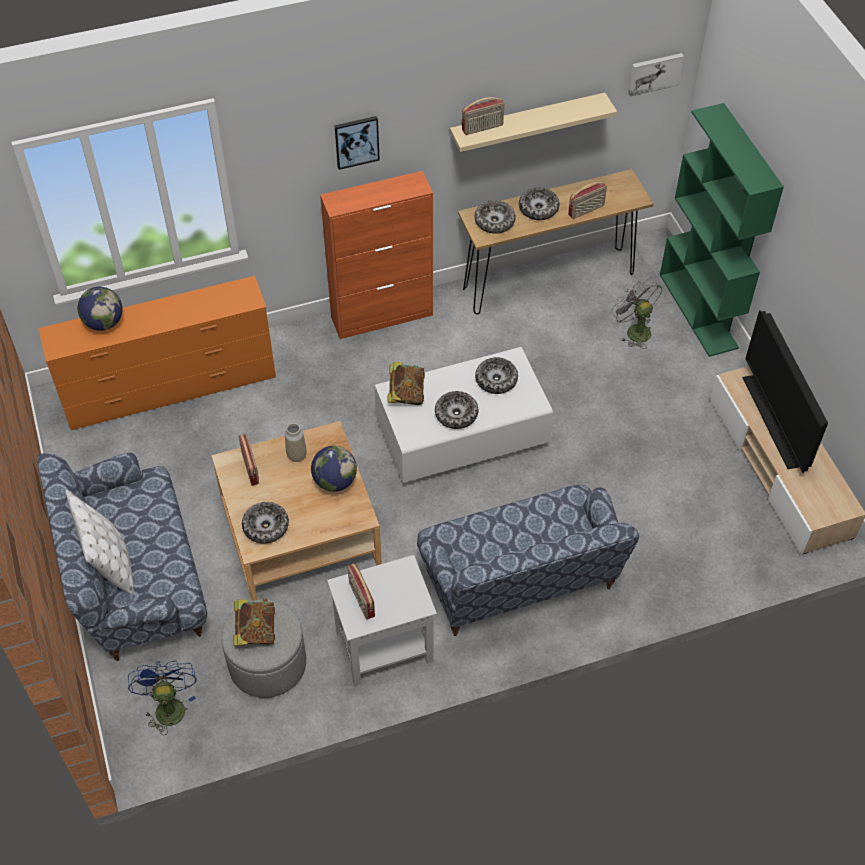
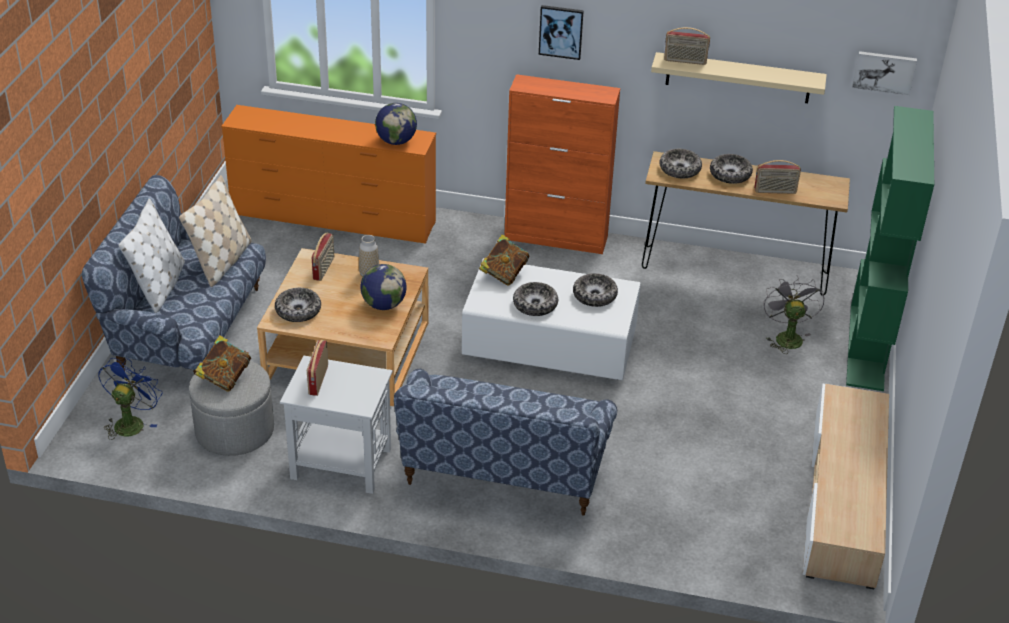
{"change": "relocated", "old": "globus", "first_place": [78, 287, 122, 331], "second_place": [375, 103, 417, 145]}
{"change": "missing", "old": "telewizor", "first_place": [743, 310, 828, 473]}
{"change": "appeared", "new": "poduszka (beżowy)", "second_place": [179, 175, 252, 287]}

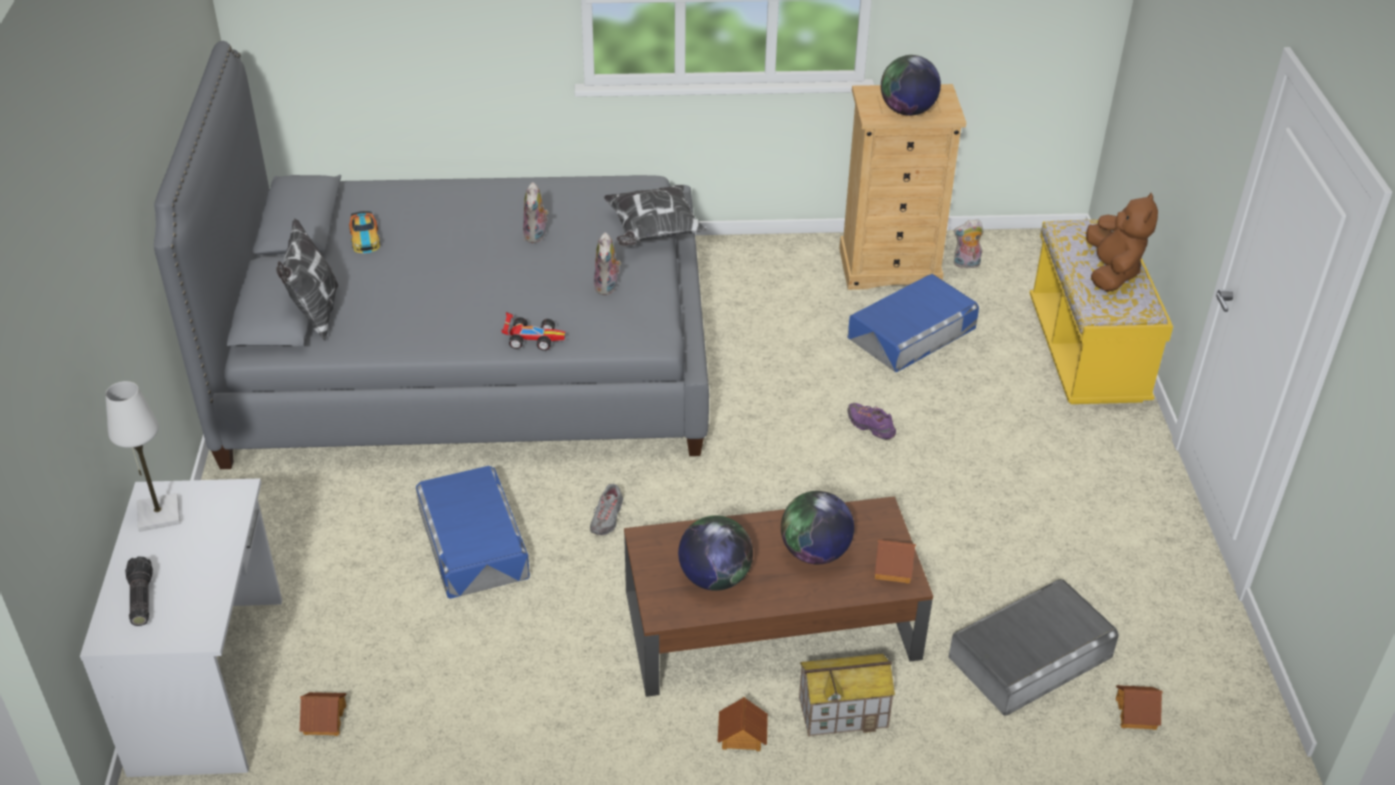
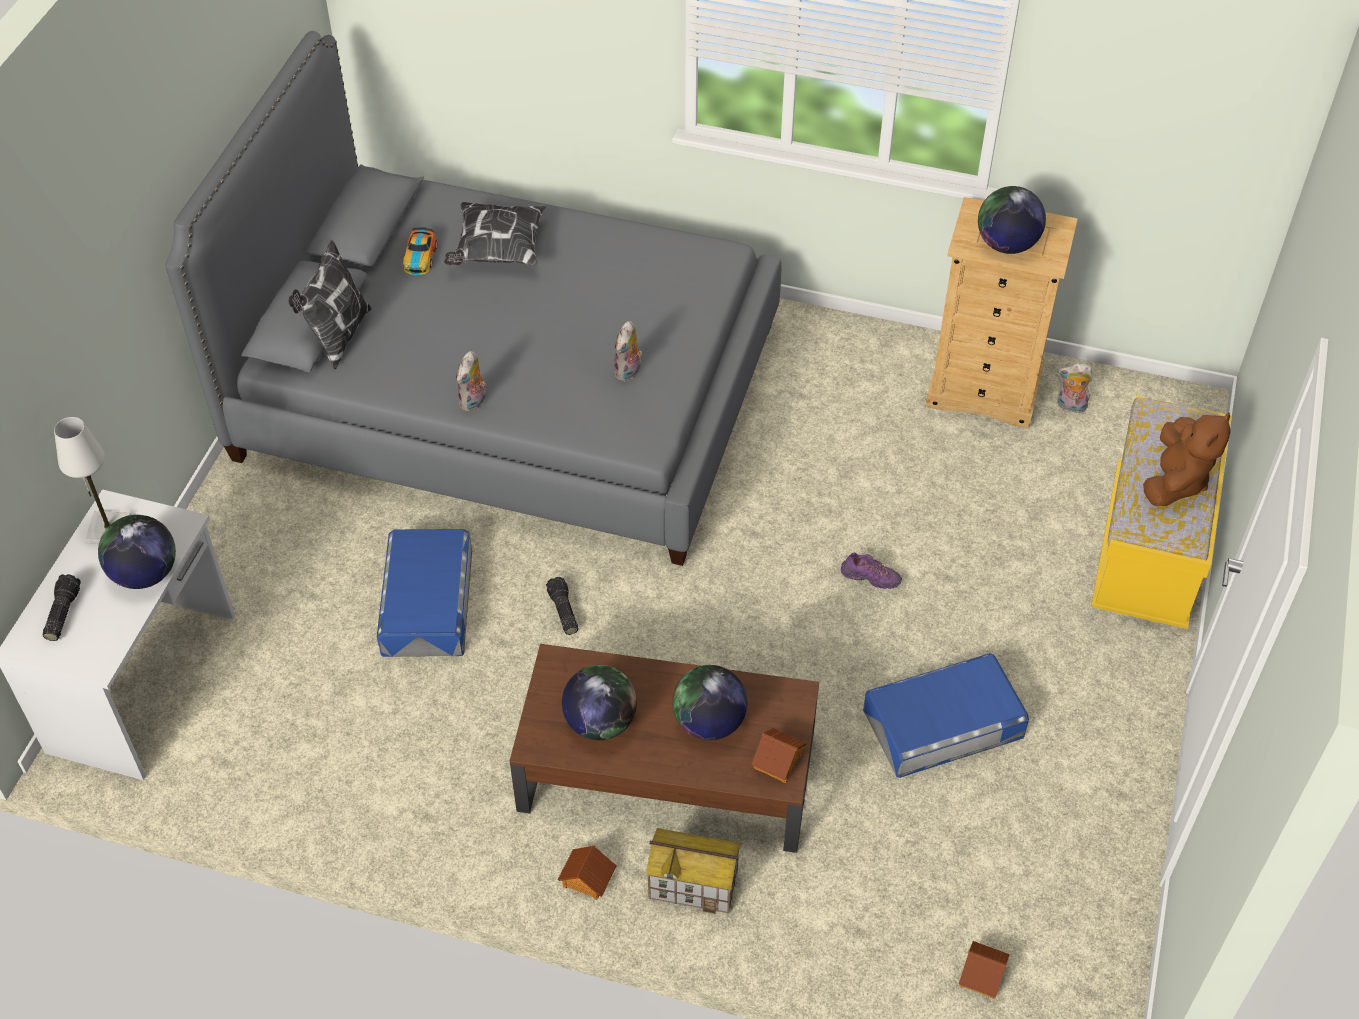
{"change": "missing", "old": "domek", "first_place": [300, 692, 346, 736]}
{"change": "missing", "old": "samochodzik", "first_place": [501, 312, 566, 351]}
{"change": "relocated", "old": "pluszak", "first_place": [523, 182, 549, 243], "second_place": [456, 351, 486, 412]}
{"change": "exchanged", "old": "but (szary)", "new": "latarka", "first_place": [590, 484, 623, 535], "second_place": [546, 577, 578, 635]}
{"change": "relocated", "old": "poduszka", "first_place": [604, 185, 707, 246], "second_place": [444, 202, 546, 265]}
{"change": "spun", "old": "but (fioletowy)", "first_place": [847, 403, 896, 440], "second_place": [841, 552, 902, 589], "degrees": 135}
{"change": "relocated", "old": "pojemnik do przechowywania (niebieski)", "first_place": [848, 274, 979, 372], "second_place": [863, 653, 1029, 778]}
{"change": "missing", "old": "pojemnik do przechowywania (szary)", "first_place": [949, 579, 1119, 716]}
{"change": "appeared", "new": "globus", "second_place": [98, 515, 176, 589]}

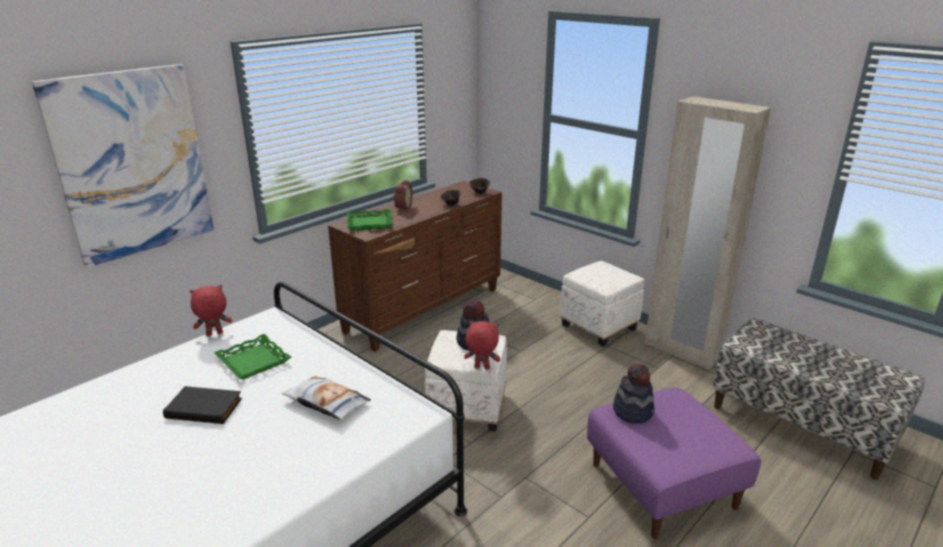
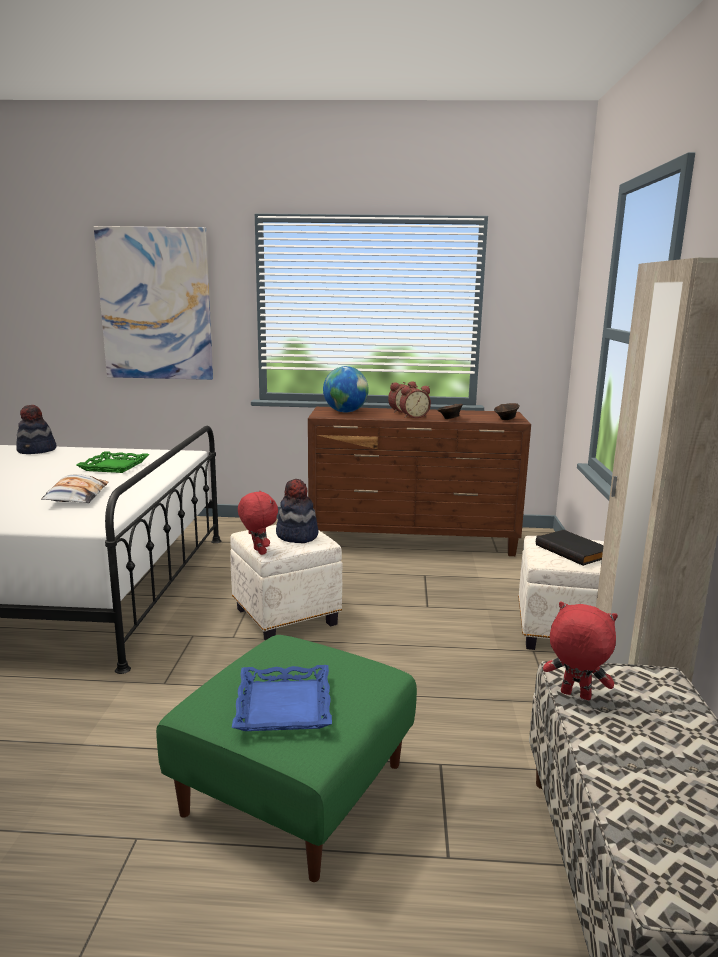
{"change": "relocated", "old": "książka (czarny)", "first_place": [163, 386, 242, 424], "second_place": [536, 530, 604, 566]}
{"change": "relocated", "old": "pluszak (czerwony)", "first_place": [190, 285, 232, 336], "second_place": [543, 602, 618, 700]}
{"change": "exchanged", "old": "taca (zielony)", "new": "globus", "first_place": [347, 209, 393, 231], "second_place": [323, 366, 369, 413]}
{"change": "colour", "old": "pufa (fioletowy)", "new": "pufa (zielony)", "first_place": [587, 387, 761, 539], "second_place": [156, 635, 417, 882]}
{"change": "relocated", "old": "kapelusz", "first_place": [613, 363, 654, 423], "second_place": [16, 405, 57, 454]}
{"change": "appeared", "new": "taca (niebieski)", "second_place": [232, 665, 332, 731]}
{"change": "appeared", "new": "budzik", "second_place": [400, 386, 431, 418]}

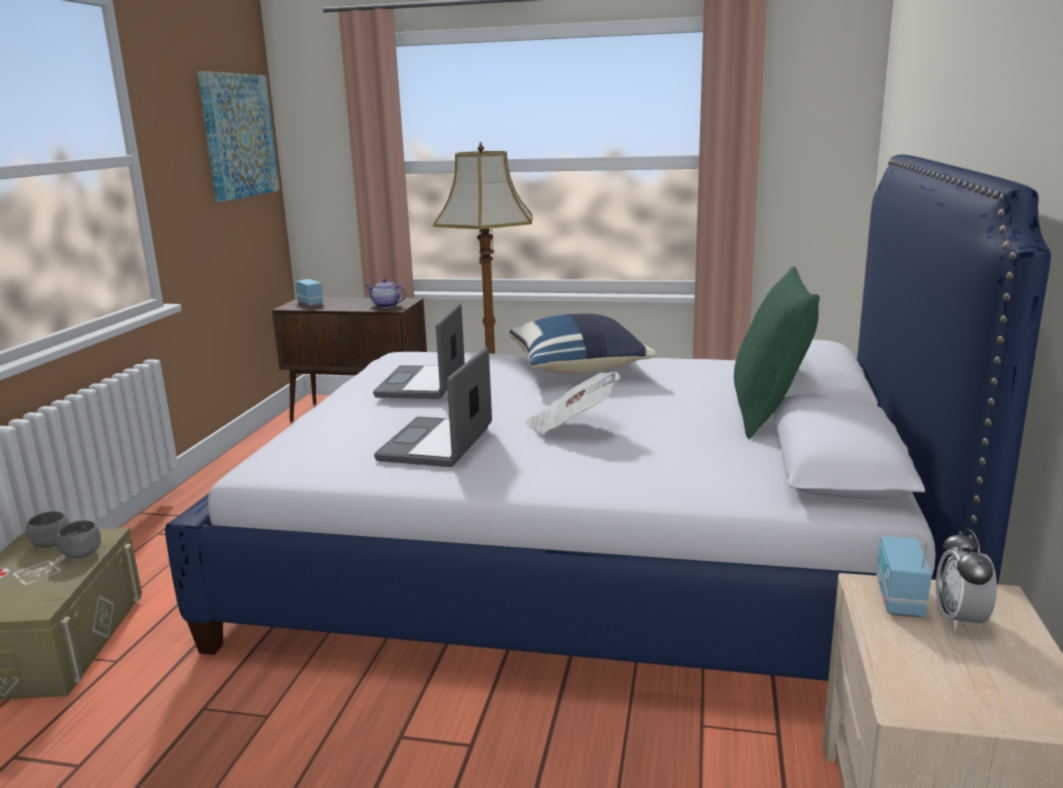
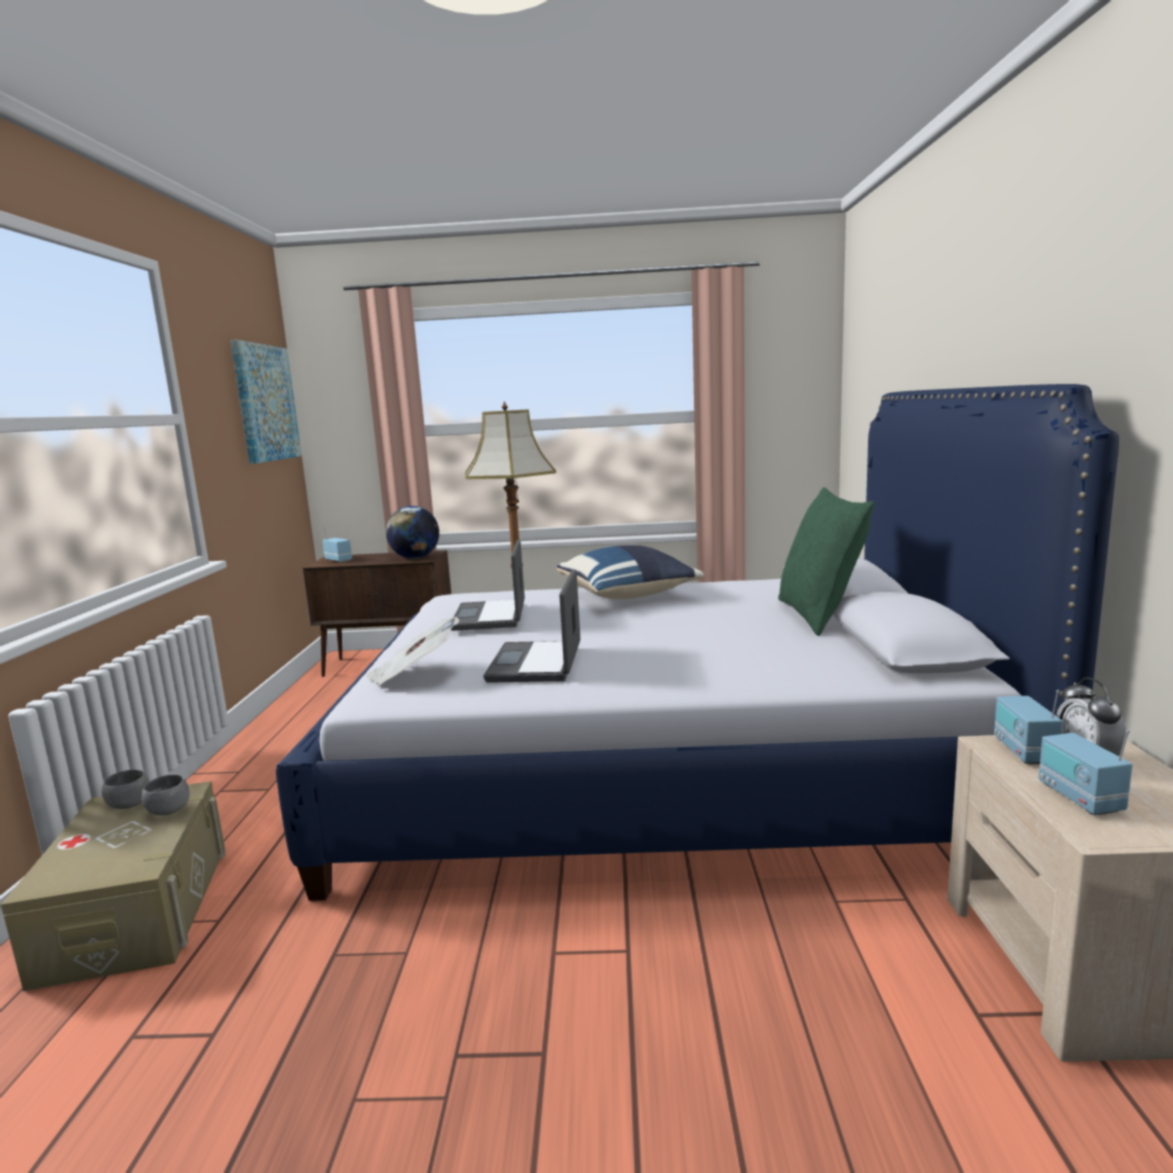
{"change": "exchanged", "old": "imbryk", "new": "globus", "first_place": [365, 279, 406, 308], "second_place": [386, 506, 439, 559]}
{"change": "relocated", "old": "gazeta", "first_place": [525, 372, 620, 434], "second_place": [367, 617, 459, 686]}
{"change": "appeared", "new": "radio", "second_place": [1039, 729, 1132, 815]}

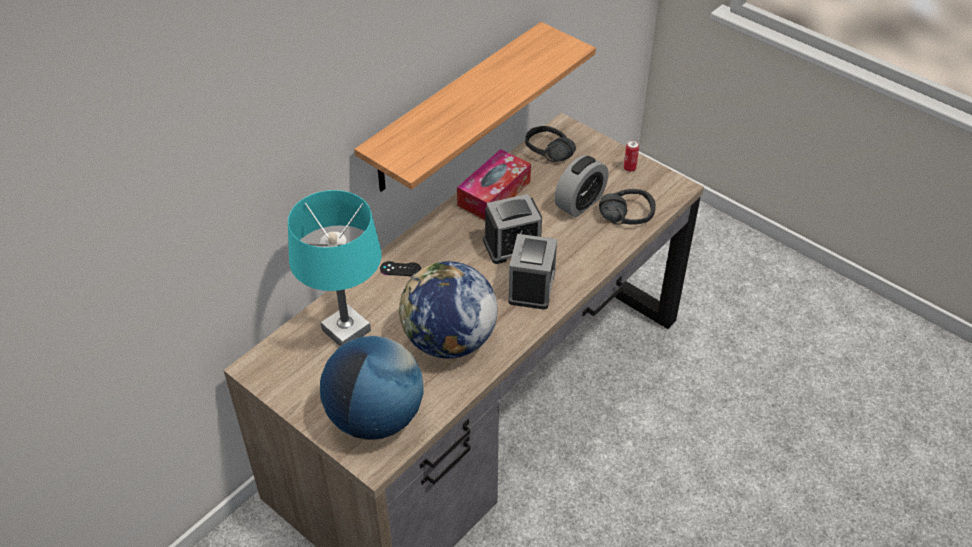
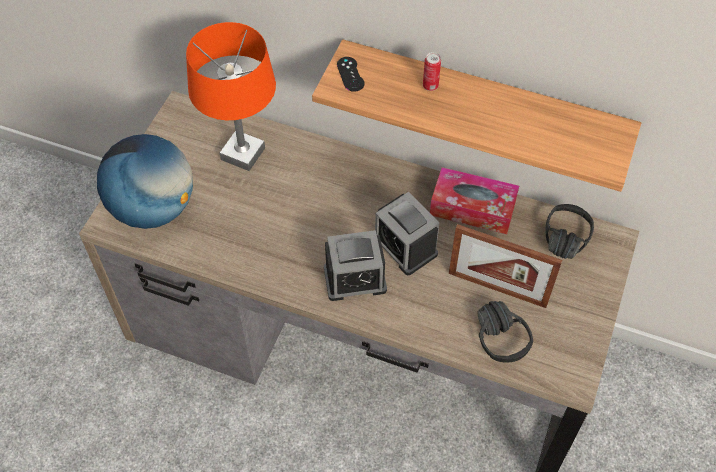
{"change": "colour", "old": "lampa stołowa (turkusowy)", "new": "lampa stołowa (pomarańczowy)", "first_place": [288, 190, 382, 347], "second_place": [186, 22, 276, 171]}
{"change": "relocated", "old": "pad do gier (czarny)", "first_place": [380, 261, 421, 276], "second_place": [337, 57, 365, 92]}
{"change": "missing", "old": "globus", "first_place": [399, 261, 498, 359]}
{"change": "exchanged", "old": "budzik", "new": "ramka na zdjęcie", "first_place": [554, 155, 608, 218], "second_place": [449, 224, 562, 308]}
{"change": "relocated", "old": "puszka", "first_place": [624, 140, 639, 172], "second_place": [423, 52, 441, 91]}

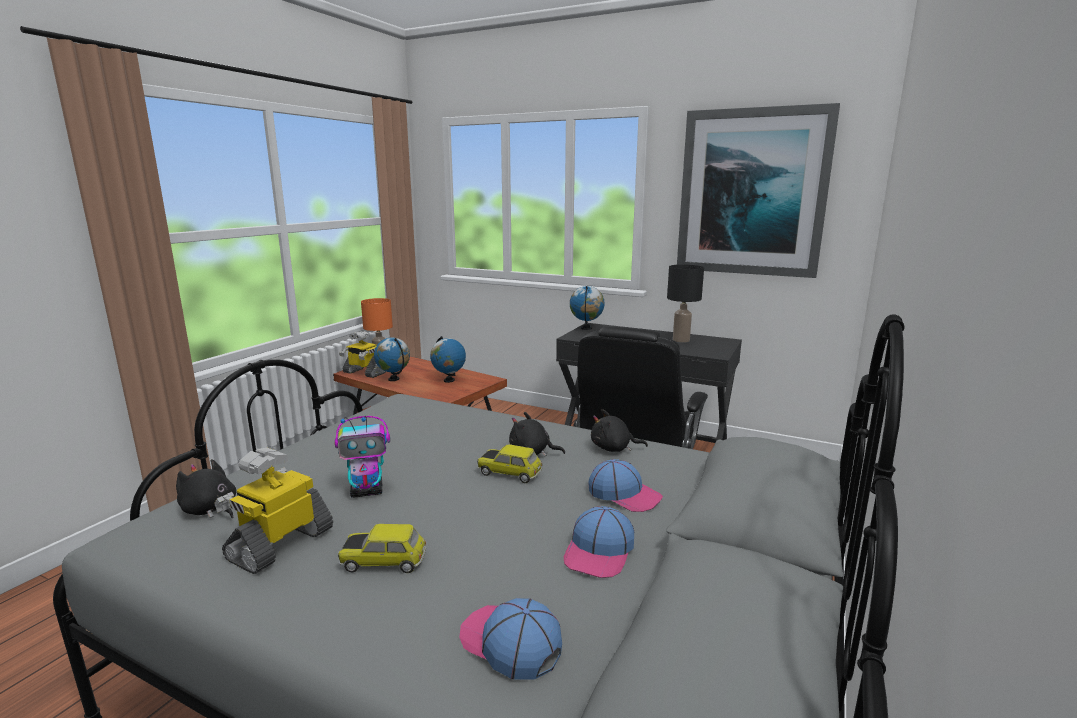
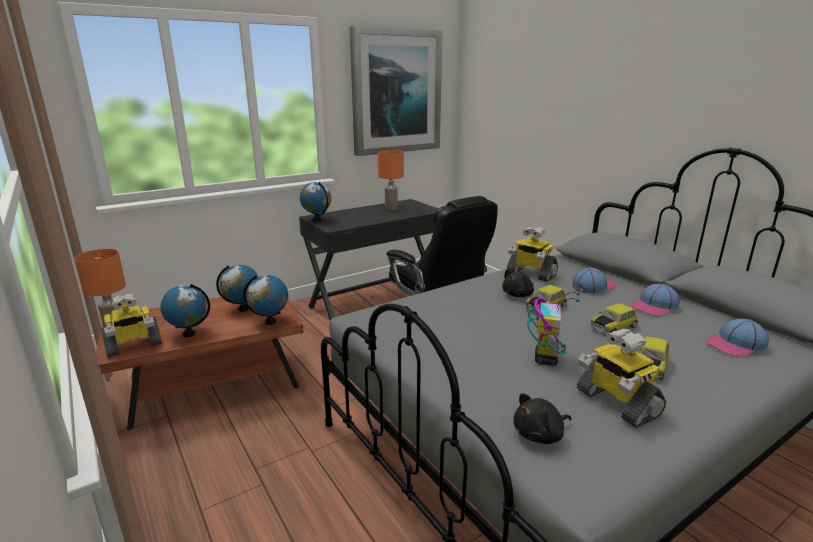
{"change": "spun", "old": "czapka z daszkiem", "first_place": [564, 506, 634, 578], "second_place": [631, 284, 680, 317], "degrees": 90}
{"change": "exchanged", "old": "pluszak (czarny)", "new": "robot zabawkowy", "first_place": [591, 409, 648, 452], "second_place": [506, 226, 558, 282]}
{"change": "colour", "old": "lampa stołowa (czarny)", "new": "lampa stołowa (pomarańczowy)", "first_place": [667, 265, 704, 343], "second_place": [378, 150, 404, 210]}
{"change": "appeared", "new": "globus", "second_place": [243, 275, 288, 325]}
{"change": "appeared", "new": "samochodzik", "second_place": [591, 303, 638, 334]}

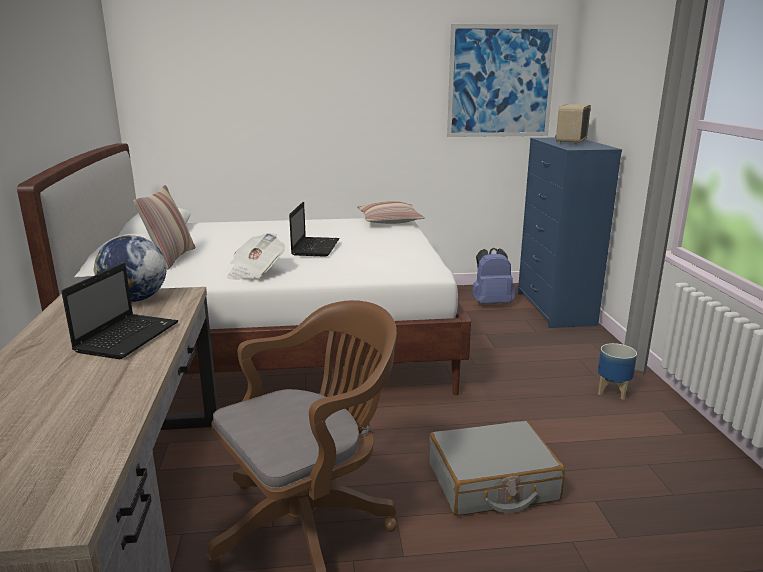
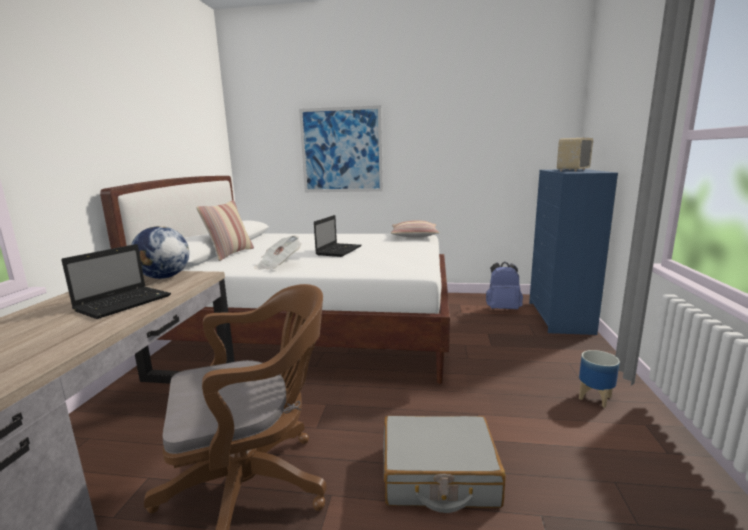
{"change": "relocated", "old": "obraz", "first_place": [447, 24, 558, 137], "second_place": [299, 105, 383, 192]}

